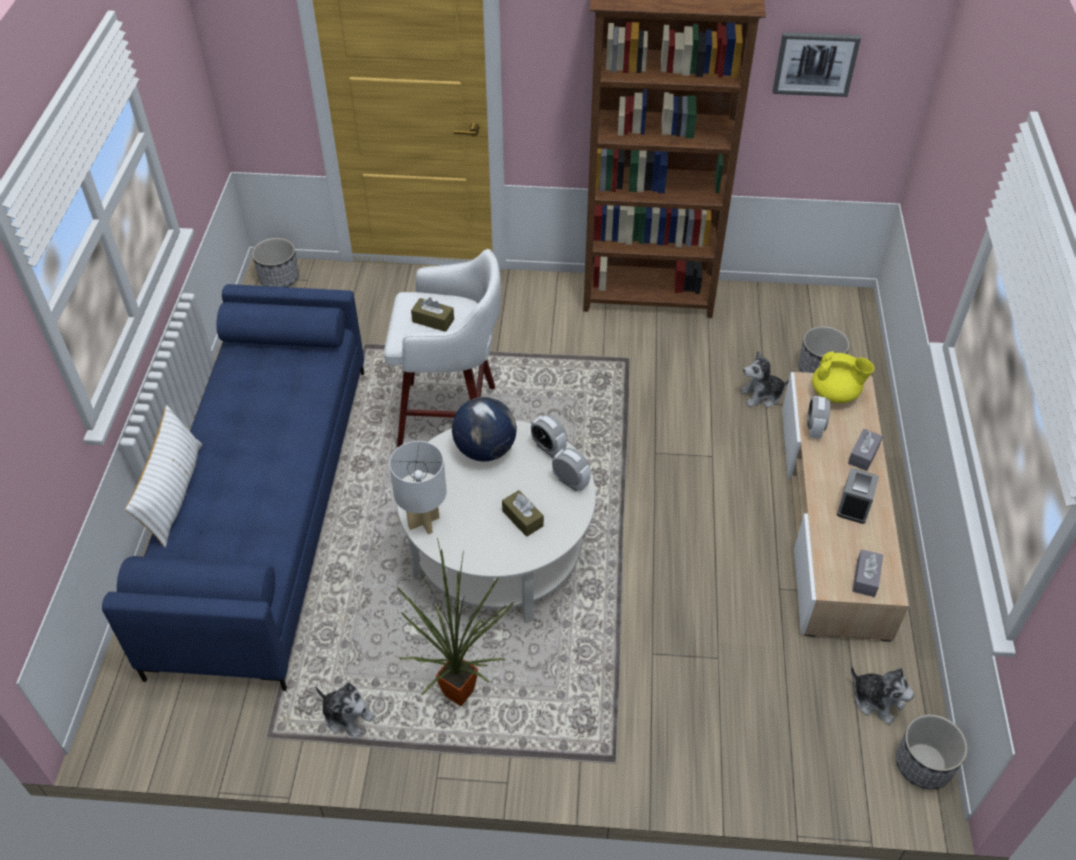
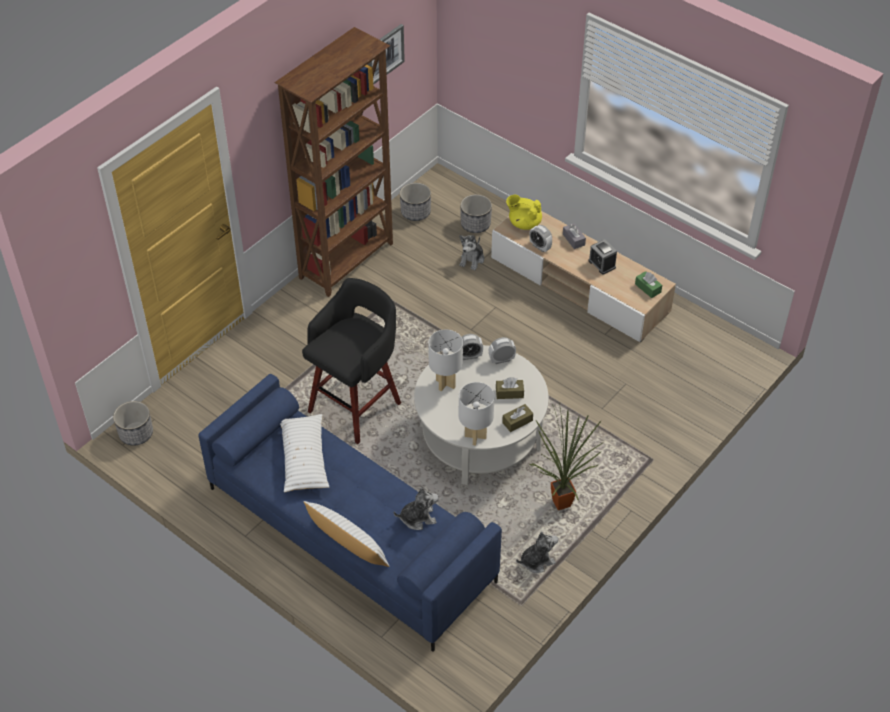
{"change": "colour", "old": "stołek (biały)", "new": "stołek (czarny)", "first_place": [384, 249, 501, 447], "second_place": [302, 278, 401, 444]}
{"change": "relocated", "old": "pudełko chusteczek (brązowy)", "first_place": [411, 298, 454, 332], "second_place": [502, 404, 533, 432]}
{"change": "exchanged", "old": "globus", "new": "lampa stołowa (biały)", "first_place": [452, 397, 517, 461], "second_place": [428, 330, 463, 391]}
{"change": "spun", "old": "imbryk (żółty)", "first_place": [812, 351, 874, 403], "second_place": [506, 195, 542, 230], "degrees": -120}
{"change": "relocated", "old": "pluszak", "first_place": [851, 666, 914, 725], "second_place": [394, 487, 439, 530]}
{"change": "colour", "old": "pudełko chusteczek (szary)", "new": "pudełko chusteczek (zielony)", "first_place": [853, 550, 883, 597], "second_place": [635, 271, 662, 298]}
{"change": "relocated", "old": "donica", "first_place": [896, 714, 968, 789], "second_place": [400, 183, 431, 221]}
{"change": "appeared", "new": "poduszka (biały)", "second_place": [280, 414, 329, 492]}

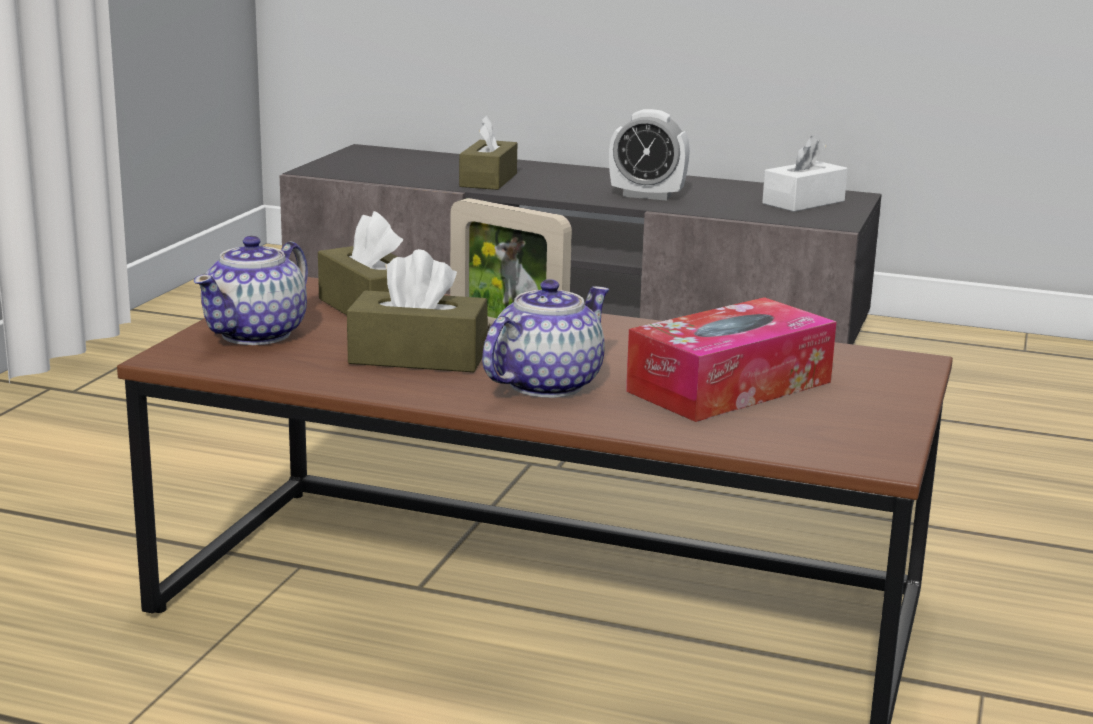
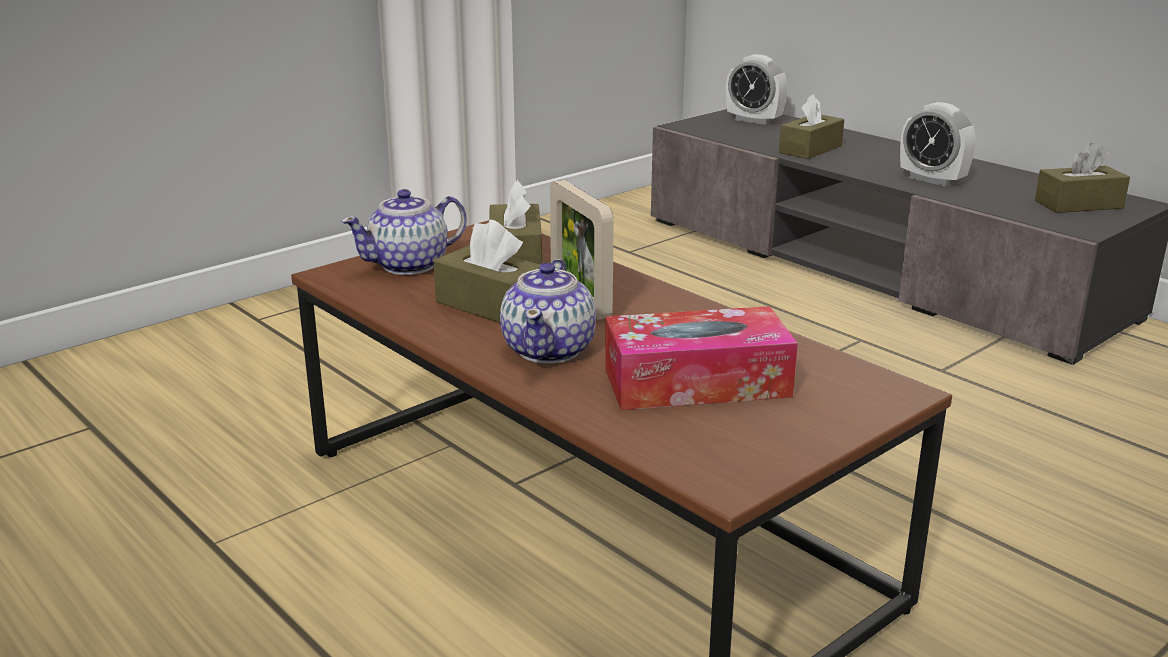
{"change": "spun", "old": "imbryk", "first_place": [482, 279, 610, 398], "second_place": [500, 259, 596, 364], "degrees": 120}
{"change": "colour", "old": "pudełko chusteczek (biały)", "new": "pudełko chusteczek (brązowy)", "first_place": [762, 136, 848, 212], "second_place": [1035, 143, 1130, 213]}
{"change": "appeared", "new": "budzik", "second_place": [726, 54, 787, 125]}

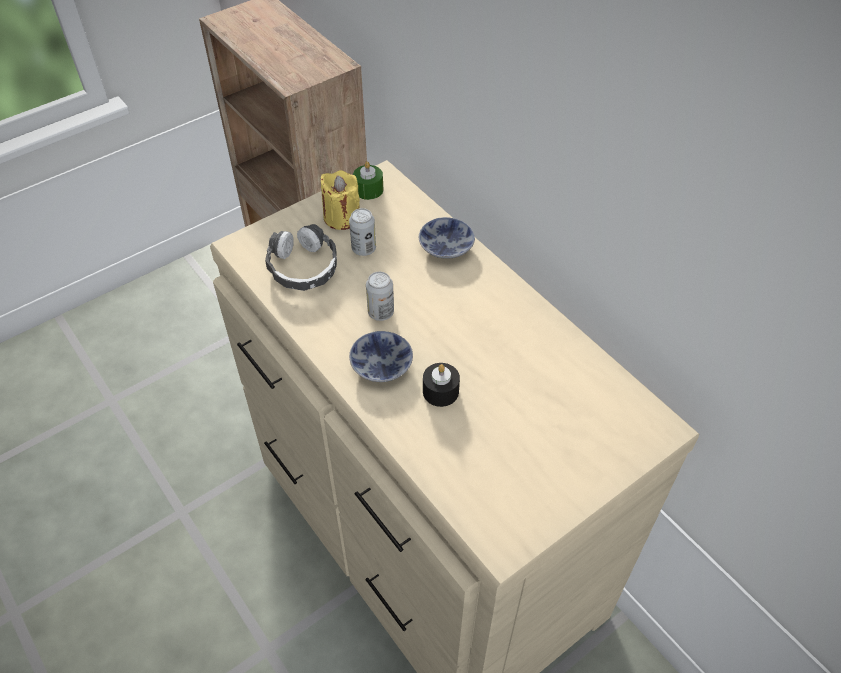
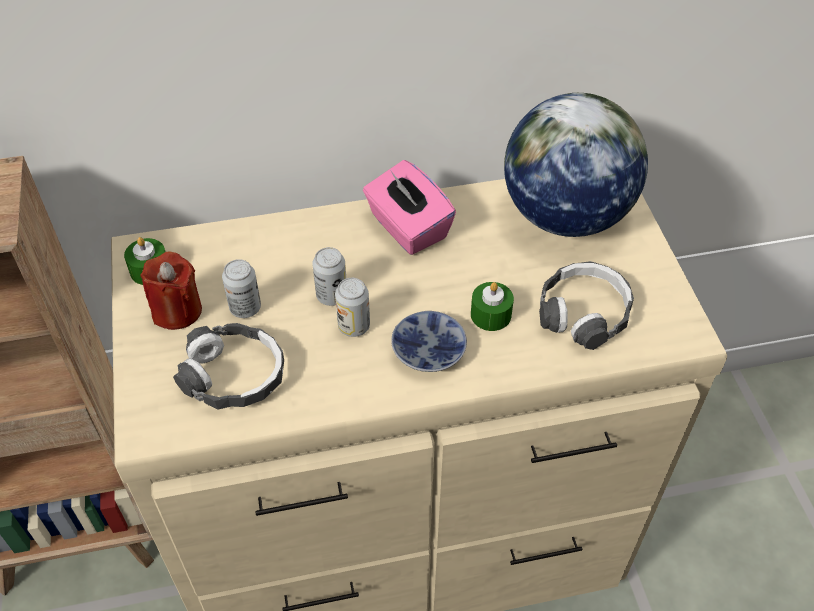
{"change": "colour", "old": "świeca (żółty)", "new": "świeca (czerwony)", "first_place": [321, 170, 360, 230], "second_place": [140, 251, 202, 330]}
{"change": "missing", "old": "miska", "first_place": [419, 217, 475, 259]}
{"change": "colour", "old": "świeca (czarny)", "new": "świeca (zielony)", "first_place": [423, 363, 460, 407], "second_place": [471, 282, 514, 331]}
{"change": "appeared", "new": "puszka", "second_place": [312, 247, 346, 306]}
{"change": "appeared", "new": "pudełko chusteczek (różowy)", "second_place": [363, 160, 456, 255]}
{"change": "appeared", "new": "globus", "second_place": [504, 93, 648, 237]}
{"change": "appeared", "new": "słuchawki", "second_place": [539, 261, 634, 350]}

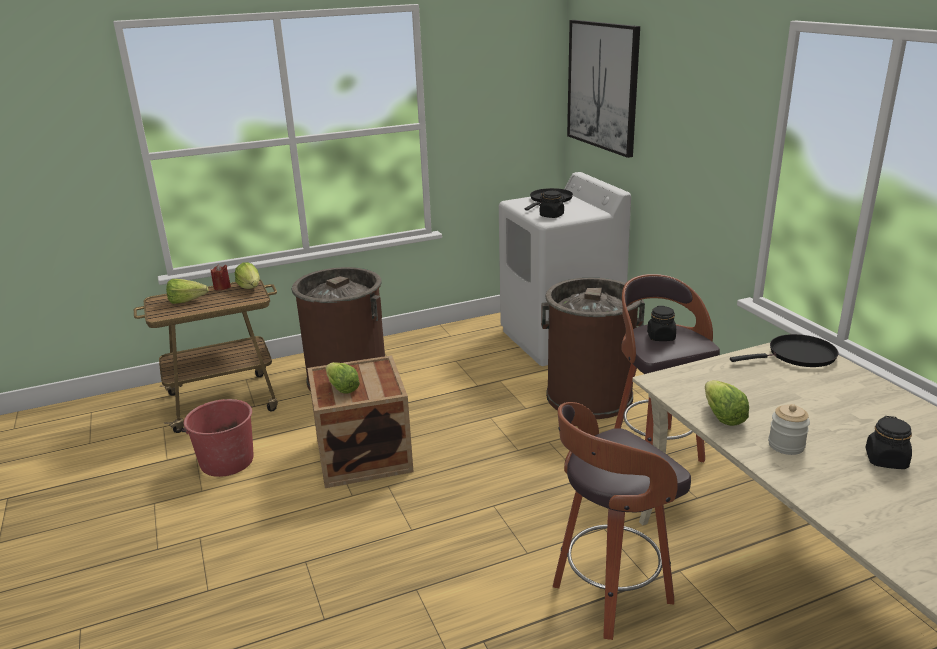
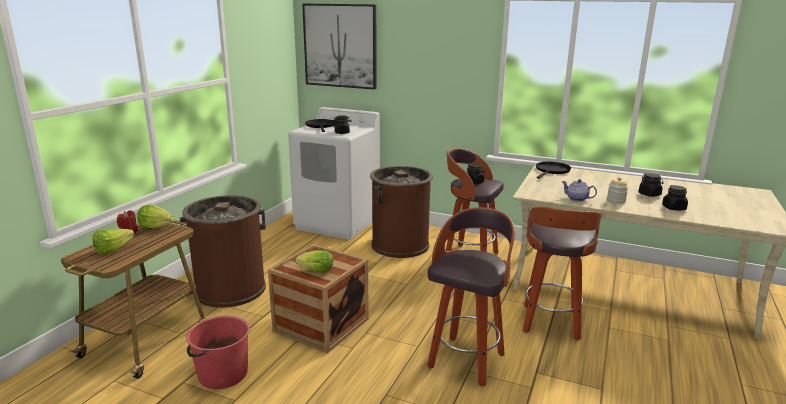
{"change": "exchanged", "old": "sałata", "new": "imbryk", "first_place": [705, 380, 749, 426], "second_place": [561, 179, 597, 202]}
{"change": "appeared", "new": "stołek", "second_place": [427, 207, 515, 387]}
{"change": "appeared", "new": "słoik (czarny)", "second_place": [662, 185, 688, 210]}

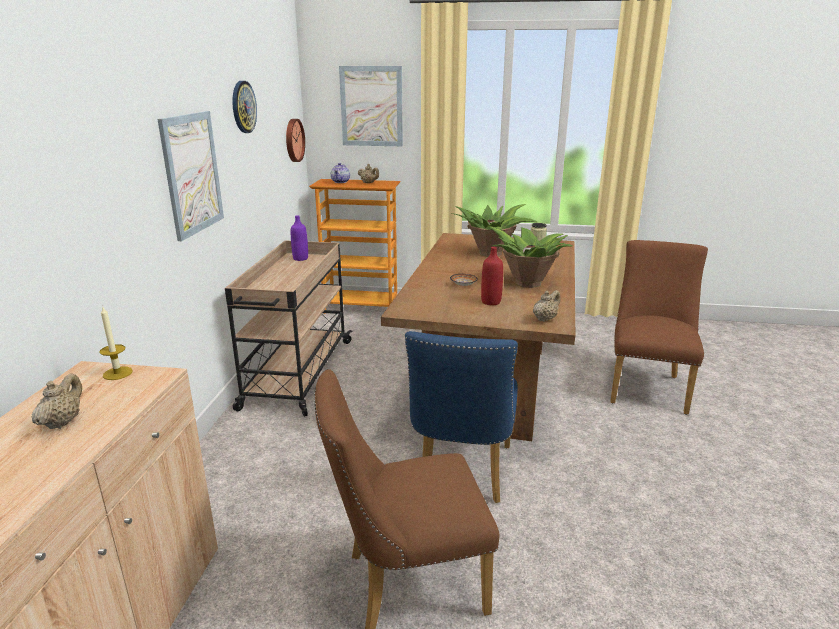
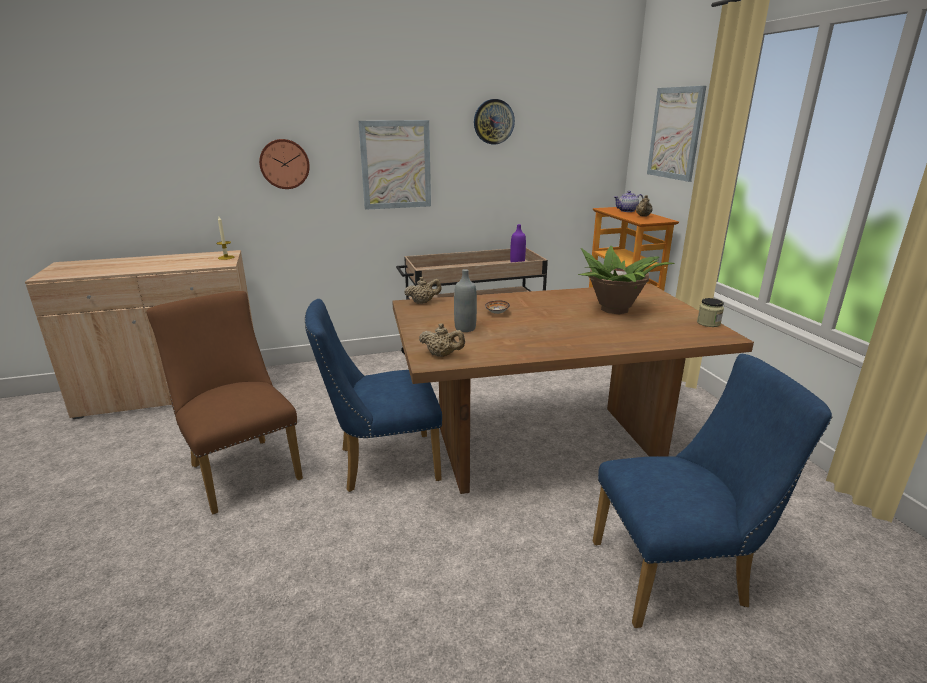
{"change": "relocated", "old": "imbryk (beżowy)", "first_place": [32, 374, 82, 429], "second_place": [404, 277, 441, 304]}
{"change": "relocated", "old": "zegar ścienny", "first_place": [286, 119, 305, 162], "second_place": [259, 139, 310, 189]}
{"change": "colour", "old": "butelka (czerwony)", "new": "butelka (szary)", "first_place": [481, 247, 503, 305], "second_place": [454, 269, 477, 332]}
{"change": "missing", "old": "roślina doniczkowa", "first_place": [488, 226, 572, 288]}
{"change": "colour", "old": "krzesło (brązowy)", "new": "krzesło (niebieski)", "first_place": [610, 240, 708, 415], "second_place": [593, 354, 832, 628]}

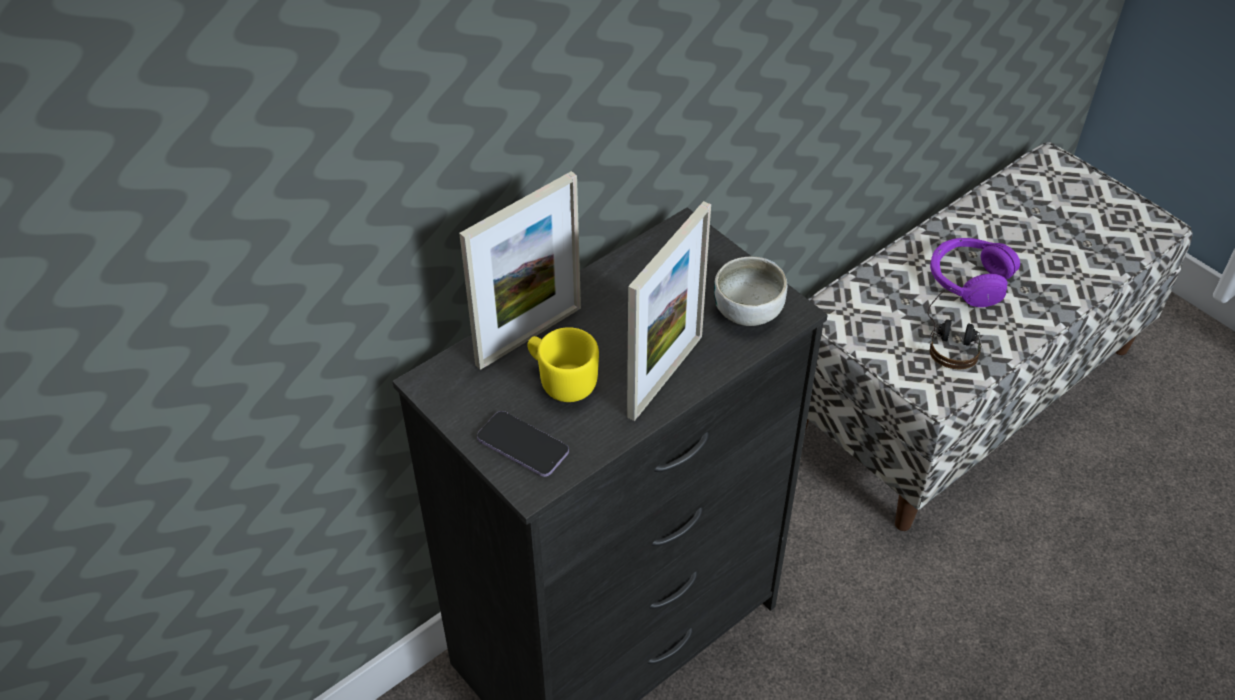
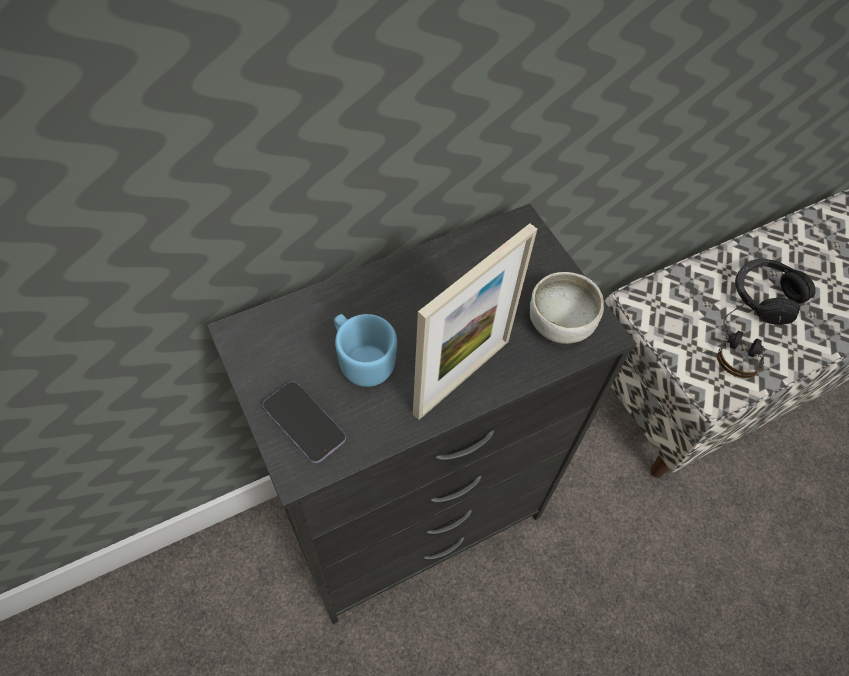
{"change": "missing", "old": "ramka na zdjęcie", "first_place": [459, 171, 581, 370]}
{"change": "colour", "old": "kubek (żółty)", "new": "kubek (niebieski)", "first_place": [527, 327, 599, 402], "second_place": [334, 314, 397, 387]}
{"change": "colour", "old": "słuchawki (fioletowy)", "new": "słuchawki (czarny)", "first_place": [930, 238, 1020, 307], "second_place": [735, 259, 816, 325]}

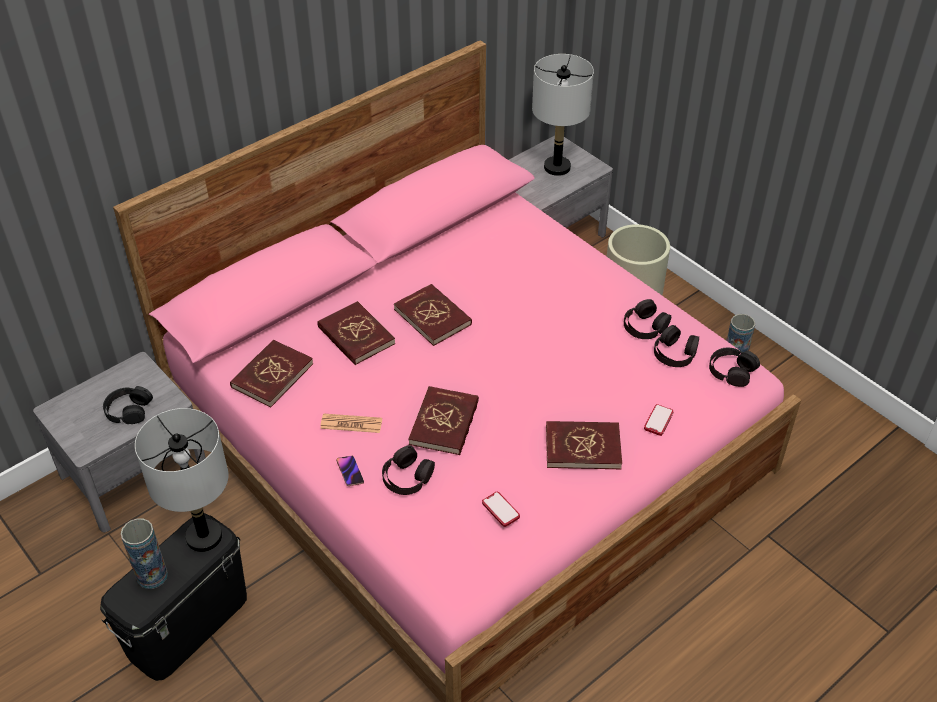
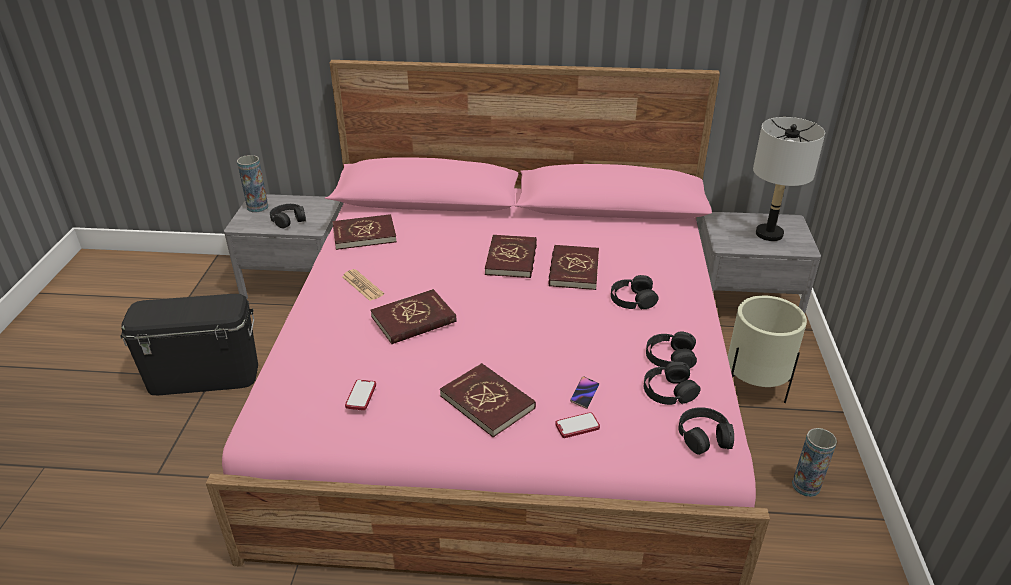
{"change": "relocated", "old": "wazon", "first_place": [121, 518, 168, 589], "second_place": [237, 155, 268, 212]}
{"change": "missing", "old": "lampa stołowa (szary)", "first_place": [135, 408, 229, 552]}
{"change": "relocated", "old": "książka (czerwony)", "first_place": [317, 301, 395, 365], "second_place": [549, 245, 599, 290]}
{"change": "relocated", "old": "telefon", "first_place": [336, 456, 364, 486], "second_place": [570, 376, 599, 409]}
{"change": "relocated", "old": "słuchawki (czarny)", "first_place": [382, 445, 435, 495], "second_place": [611, 275, 658, 310]}

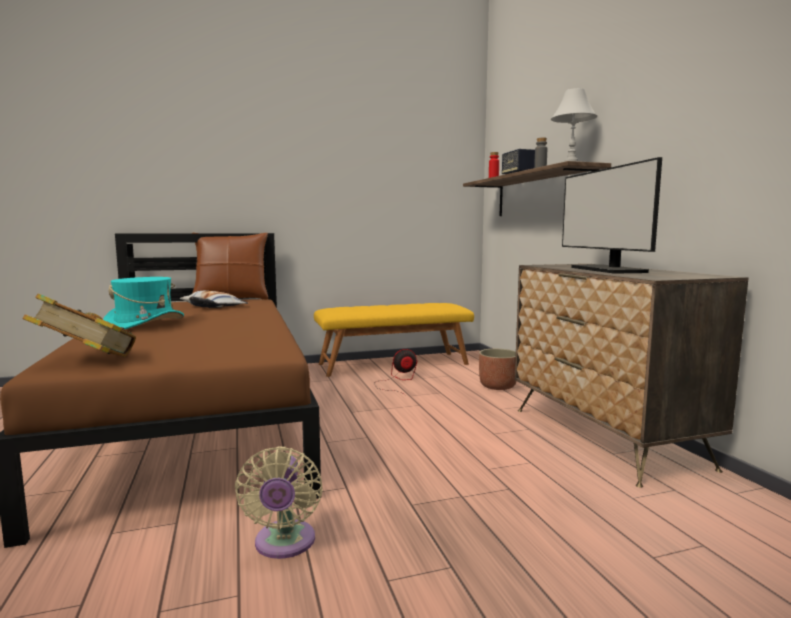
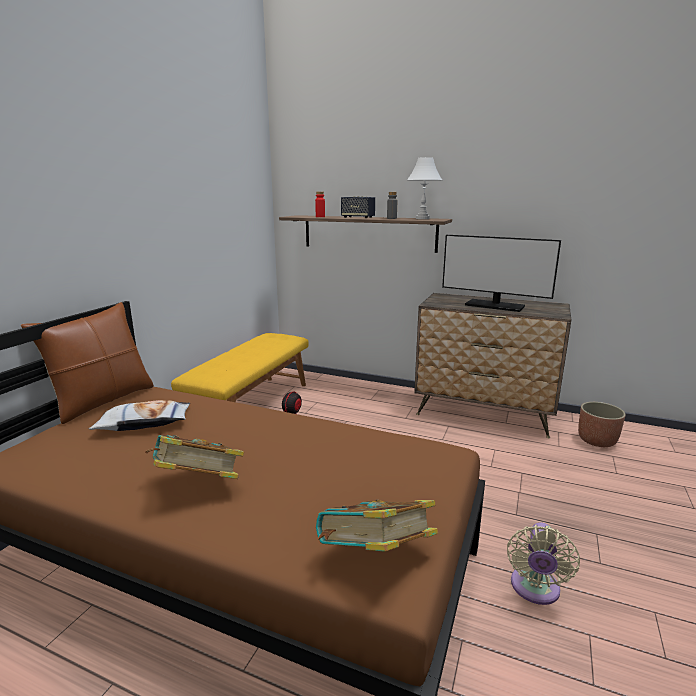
{"change": "exchanged", "old": "kapelusz (turkusowy)", "new": "książka", "first_place": [103, 277, 184, 330], "second_place": [146, 435, 244, 479]}
{"change": "spun", "old": "wentylator (beżowy)", "first_place": [235, 446, 323, 559], "second_place": [507, 523, 580, 605], "degrees": 75}
{"change": "relocated", "old": "donica", "first_place": [479, 349, 516, 390], "second_place": [578, 402, 626, 447]}

